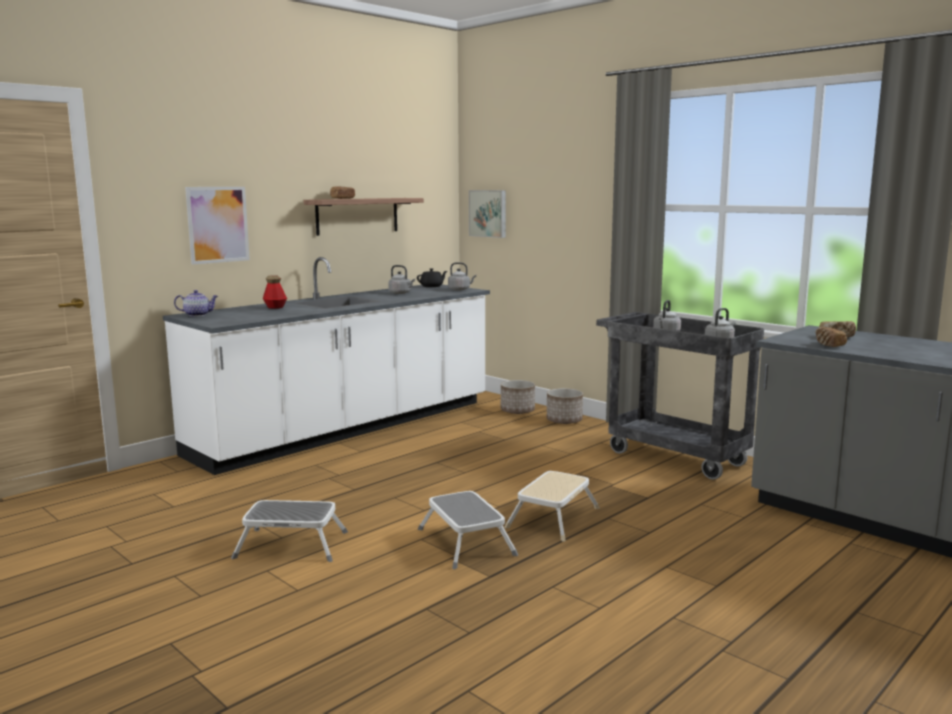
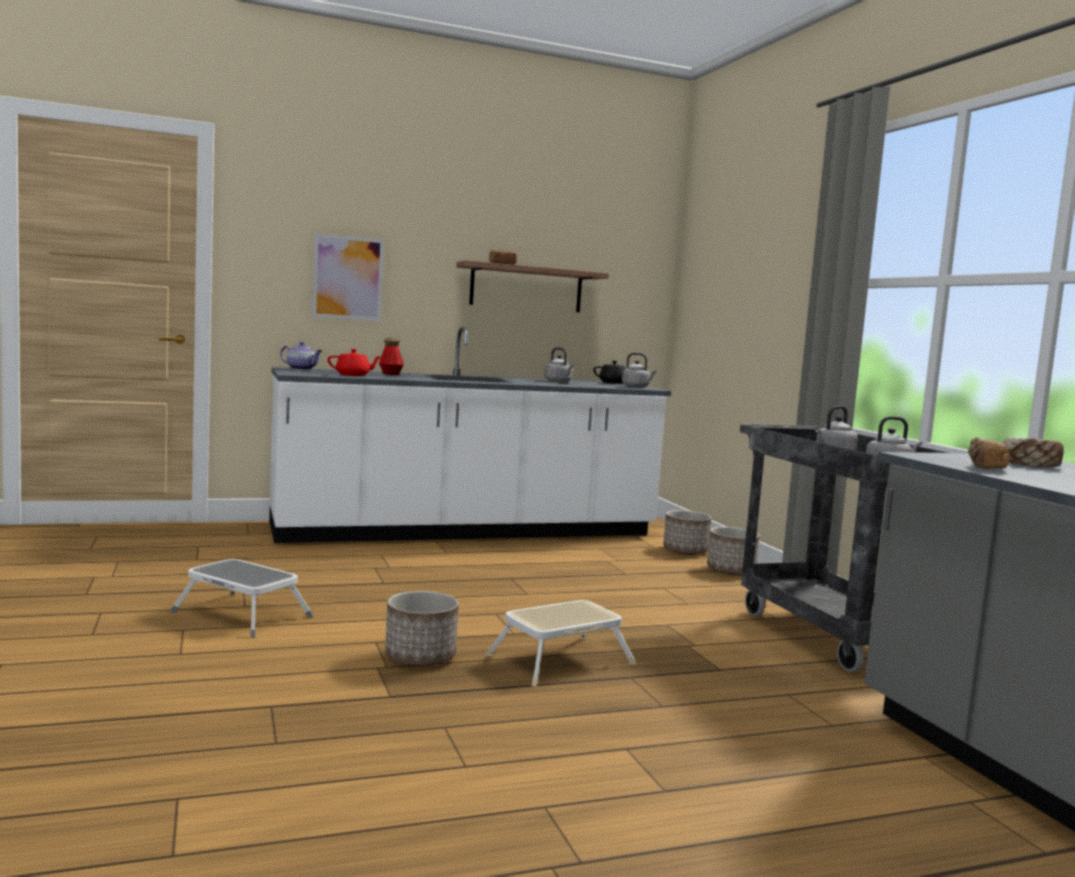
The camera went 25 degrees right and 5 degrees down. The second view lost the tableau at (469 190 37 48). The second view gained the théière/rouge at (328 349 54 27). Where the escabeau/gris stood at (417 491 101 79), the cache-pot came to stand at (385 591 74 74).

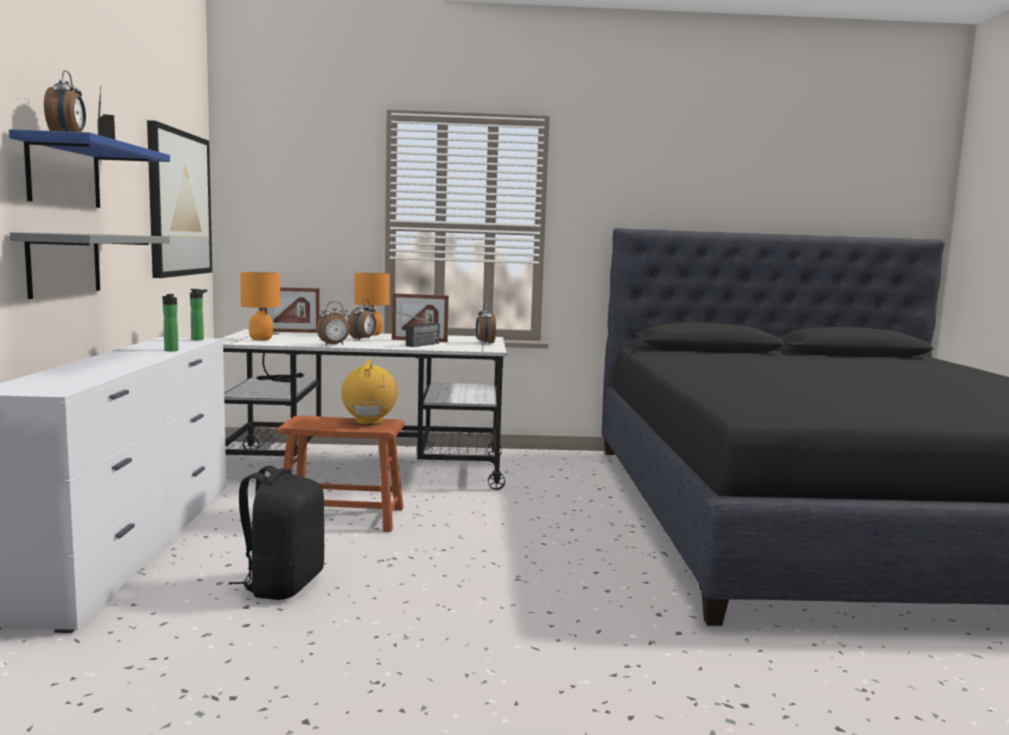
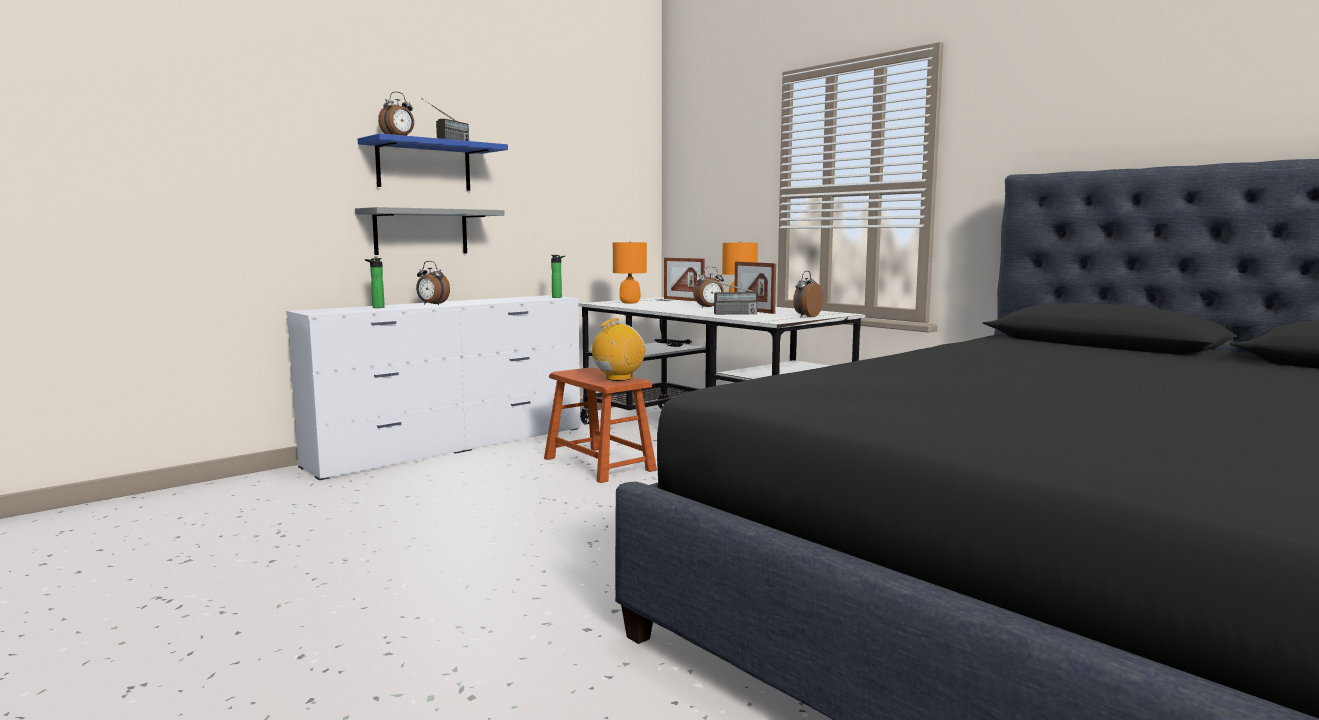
The camera went 50 degrees right and 0 degrees up. The second view lost the tableau at (147 120 65 158). The second view lost the sac à dos/noir at (228 466 97 134). The bouteille ended up elsewhere, having gone from (162 294 17 57) to (365 258 20 50). The réveil ended up elsewhere, having gone from (316 302 34 43) to (416 261 34 44).

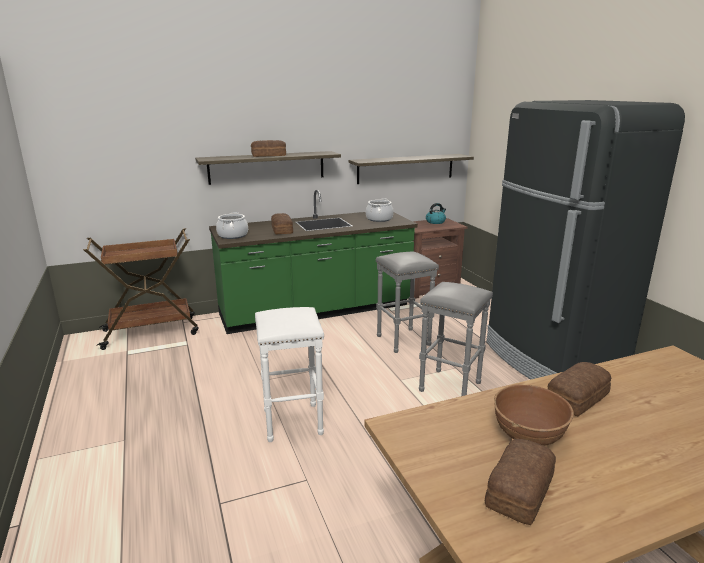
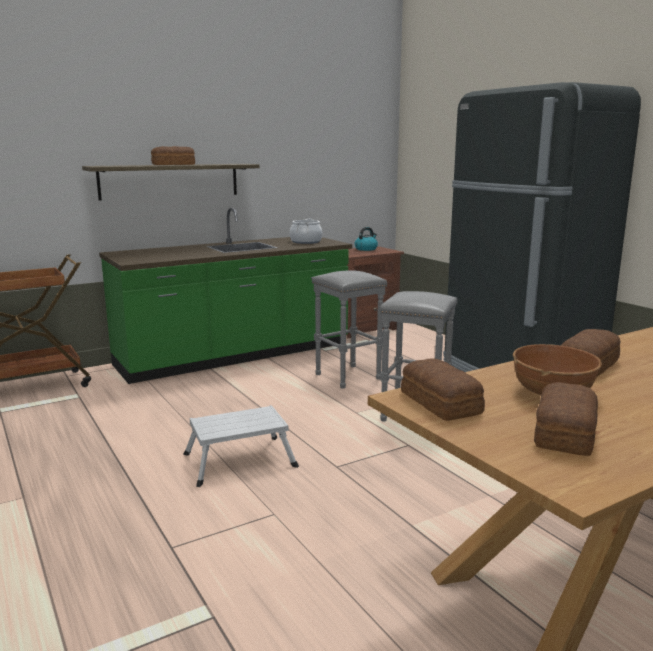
The camera went 10 degrees left and 5 degrees down. The second view lost the marmite at (216 212 32 27). The second view lost the étagère at (349 154 125 30). The pain ended up elsewhere, having gone from (271 213 22 21) to (401 358 84 63). Where the tabouret/blanc stood at (255 307 69 135), the escabeau/blanc came to stand at (183 405 116 82).

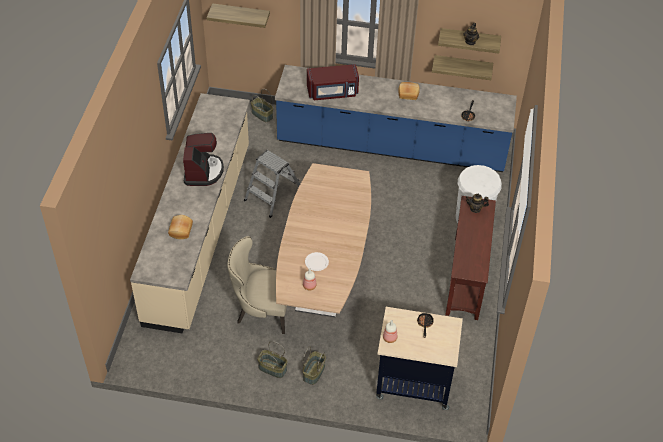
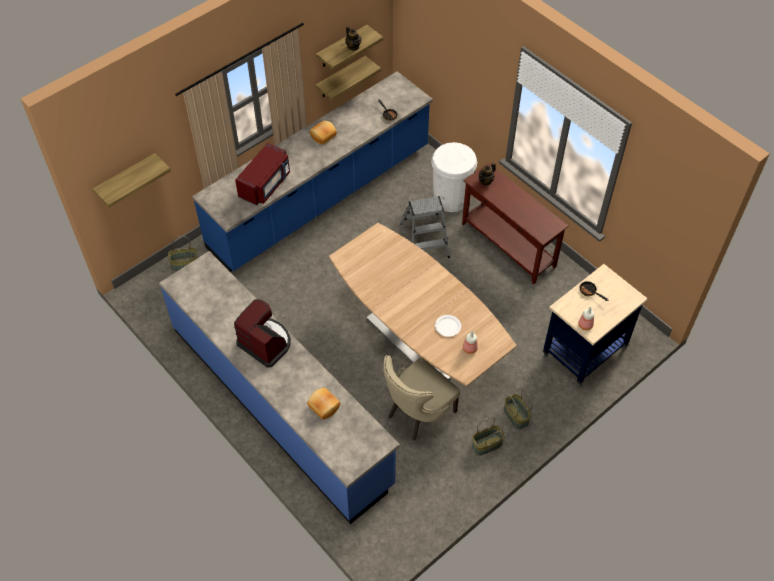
The camera went 50 degrees left and 5 degrees up. The escabeau/gris ended up elsewhere, having gone from (244 149 56 69) to (400 196 50 62). What was the comptoir de cuisine/beige at (130 93 120 240) turned into the comptoir de cuisine/bleu at (159 251 241 273).

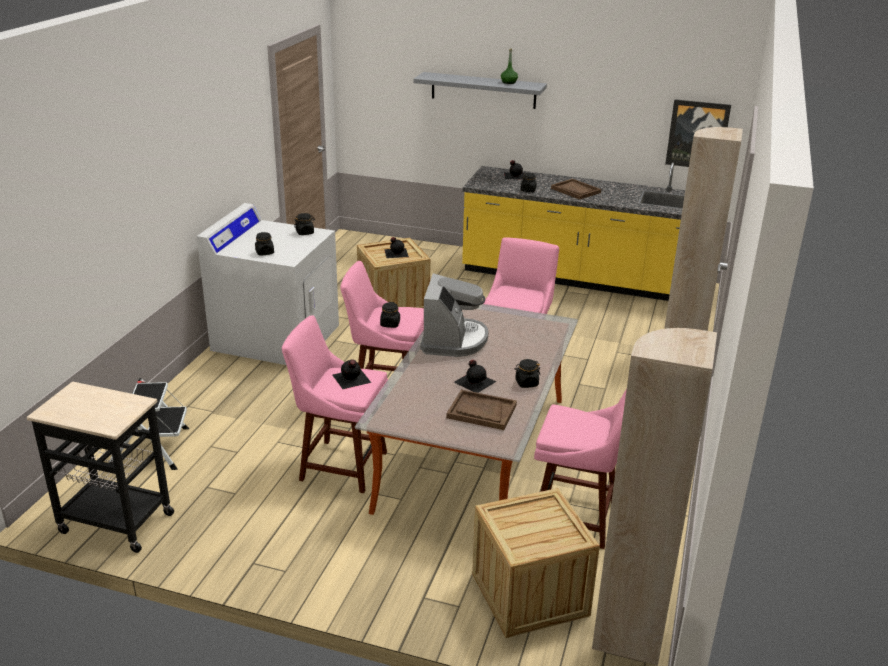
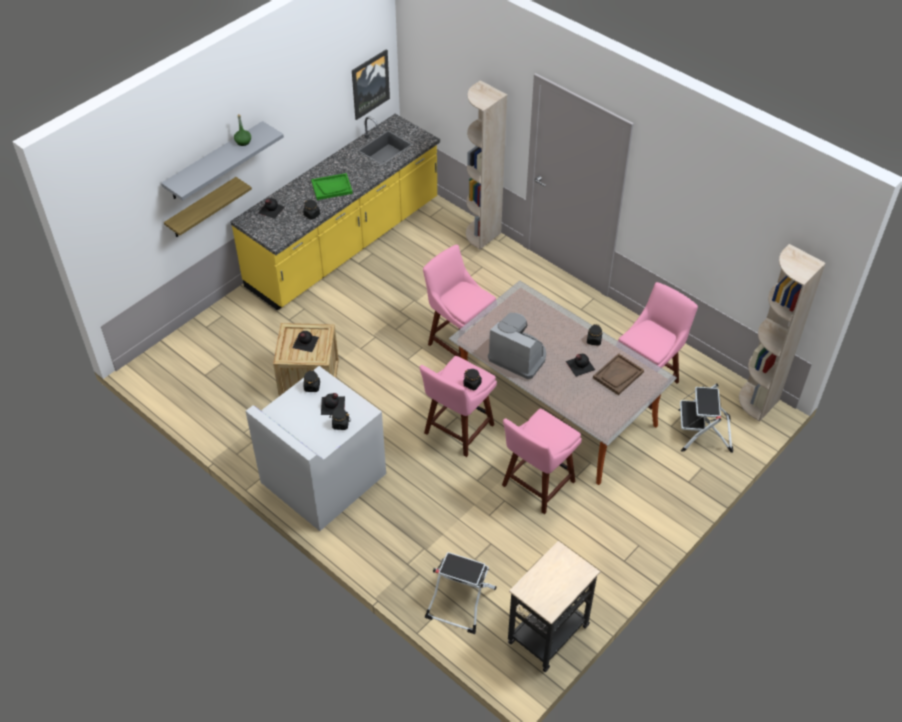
The camera went 65 degrees left and 20 degrees up. The second view gained the étagère at (164 177 88 60). The bouteille/noir ended up elsewhere, having gone from (332 360 39 29) to (321 393 24 22). Where the caisse stood at (472 488 128 150), the escabeau came to stand at (679 383 54 70). What was the plateau/marron at (551 179 50 21) turned into the plateau/vert at (311 173 42 27).

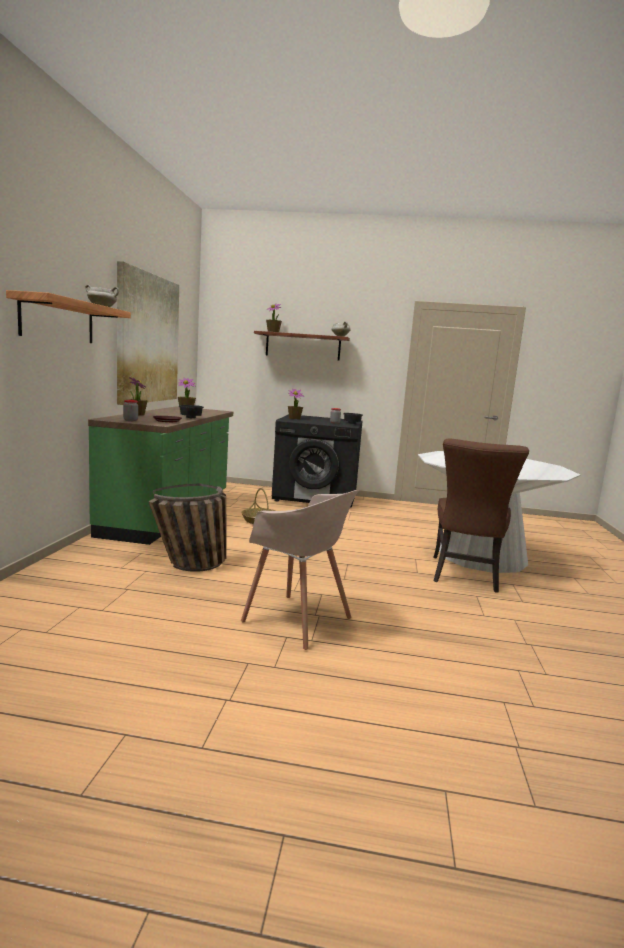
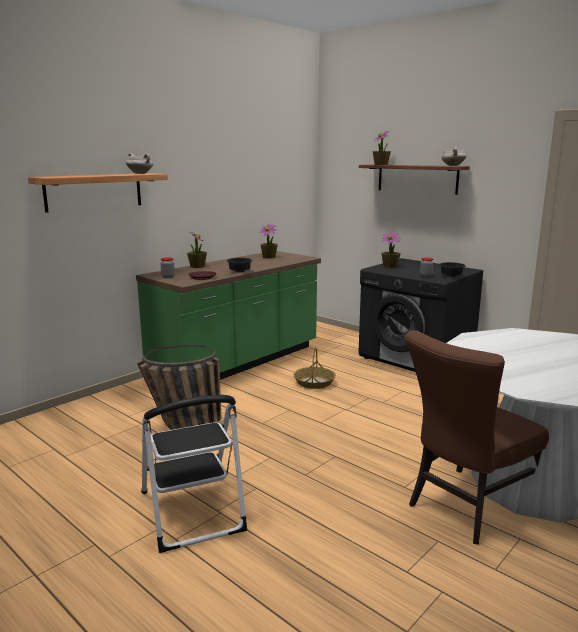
The camera went 35 degrees right and 5 degrees up. The second view lost the tableau at (117 261 62 144). Where the chaise/beige stood at (241 490 118 160), the escabeau came to stand at (141 395 106 158).

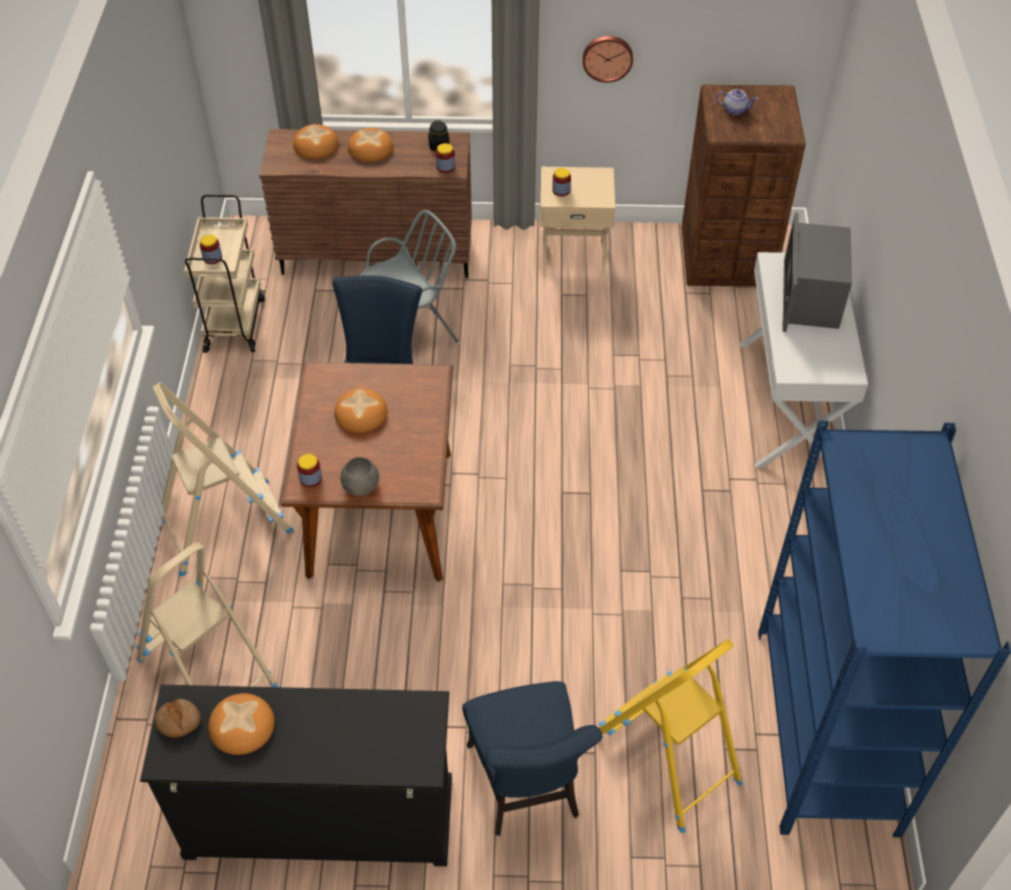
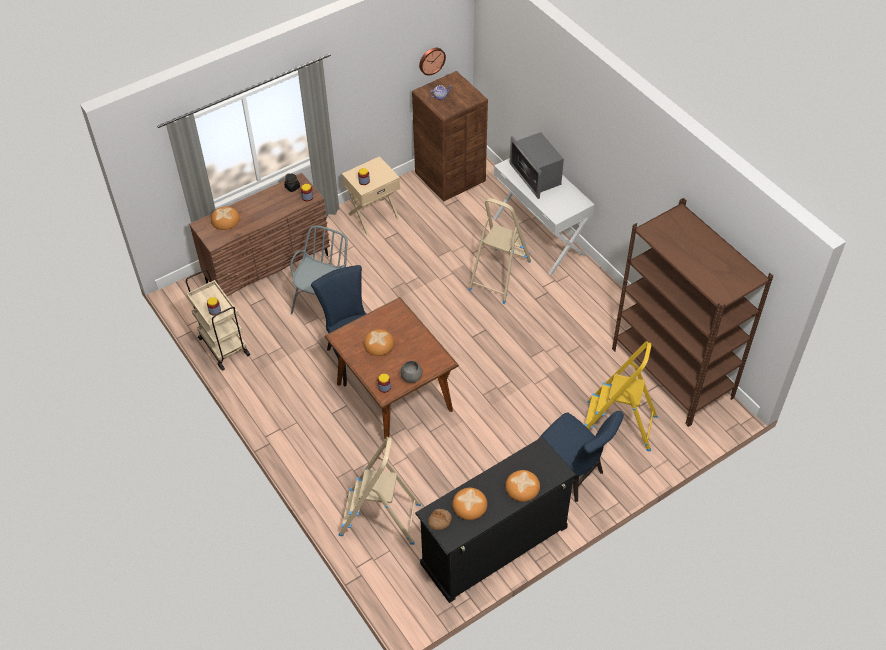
The camera went 35 degrees left and 0 degrees up. The escabeau/beige ended up elsewhere, having gone from (153 382 140 194) to (469 198 62 106). The pain ended up elsewhere, having gone from (348 128 45 34) to (505 470 35 32). The horloge murale ended up elsewhere, having gone from (583 36 50 47) to (419 48 27 27). What was the bibliothèque/bleu at (758 420 253 417) turned into the bibliothèque/marron at (612 198 161 229).

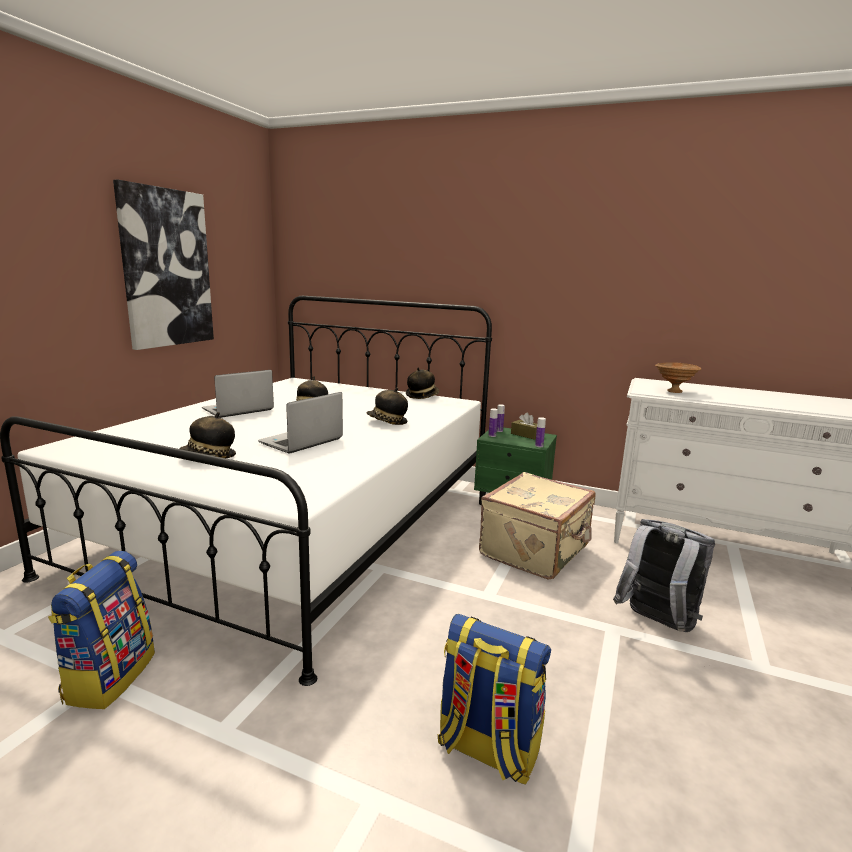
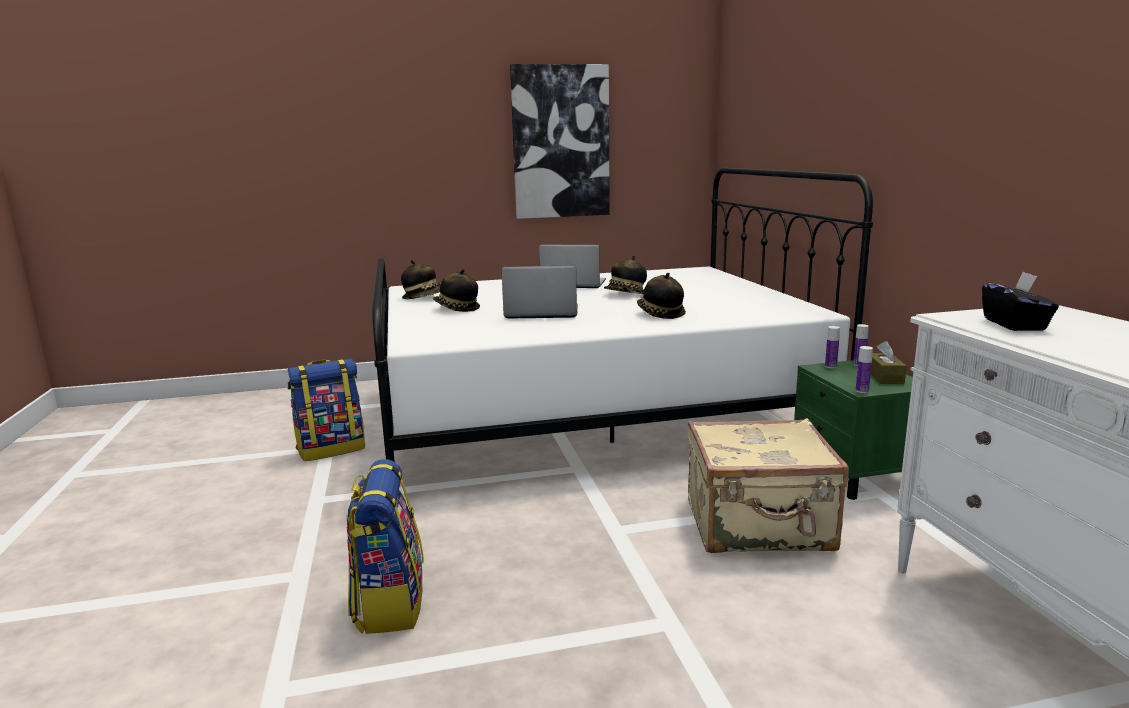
The camera went 55 degrees right and 0 degrees up. The second view lost the sac à dos/gris at (613 519 102 113). The chapeau ended up elsewhere, having gone from (406 368 33 31) to (401 260 40 39). Where the bol/marron stood at (655 362 46 31), the boîte à mouchoirs/noir came to stand at (982 271 77 60).

